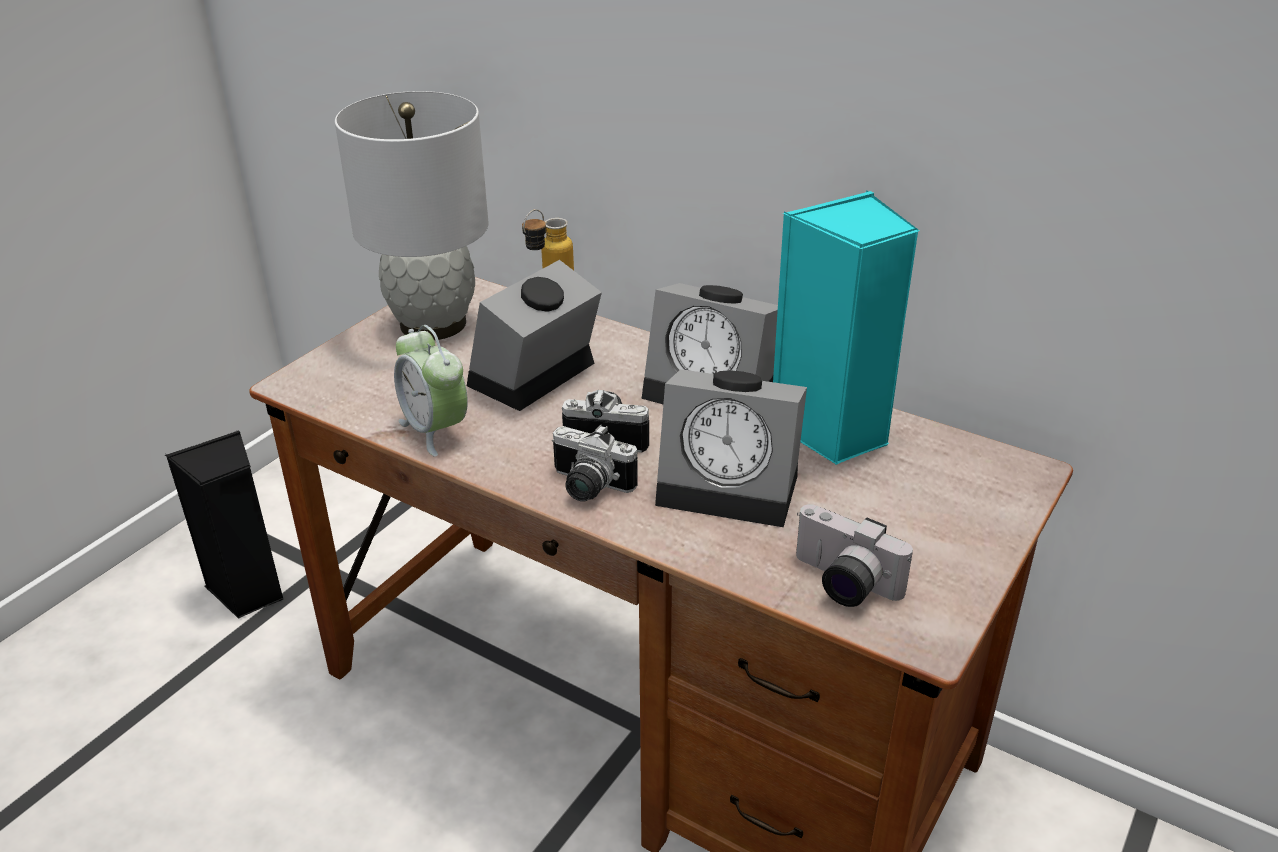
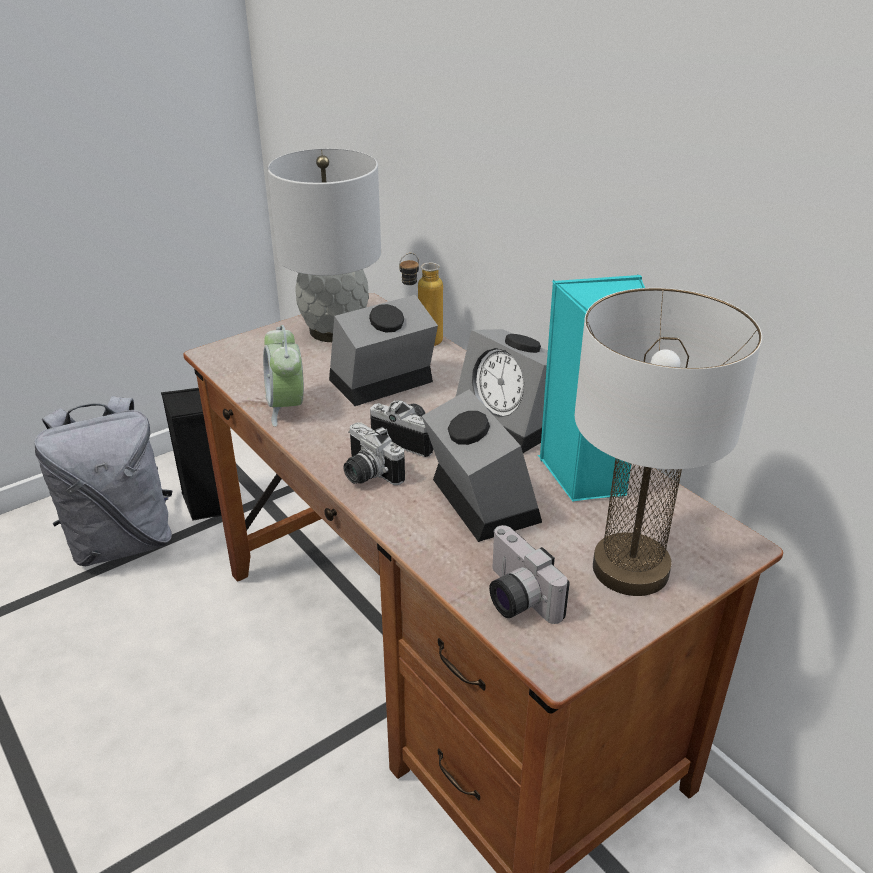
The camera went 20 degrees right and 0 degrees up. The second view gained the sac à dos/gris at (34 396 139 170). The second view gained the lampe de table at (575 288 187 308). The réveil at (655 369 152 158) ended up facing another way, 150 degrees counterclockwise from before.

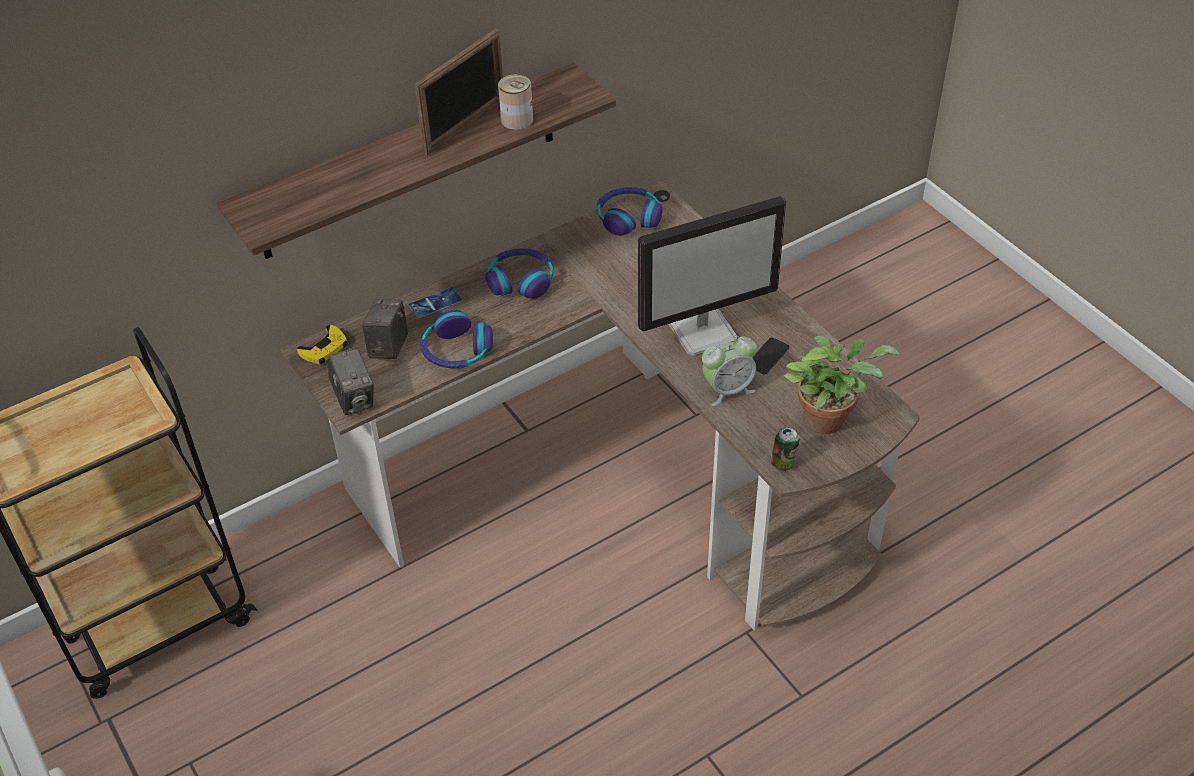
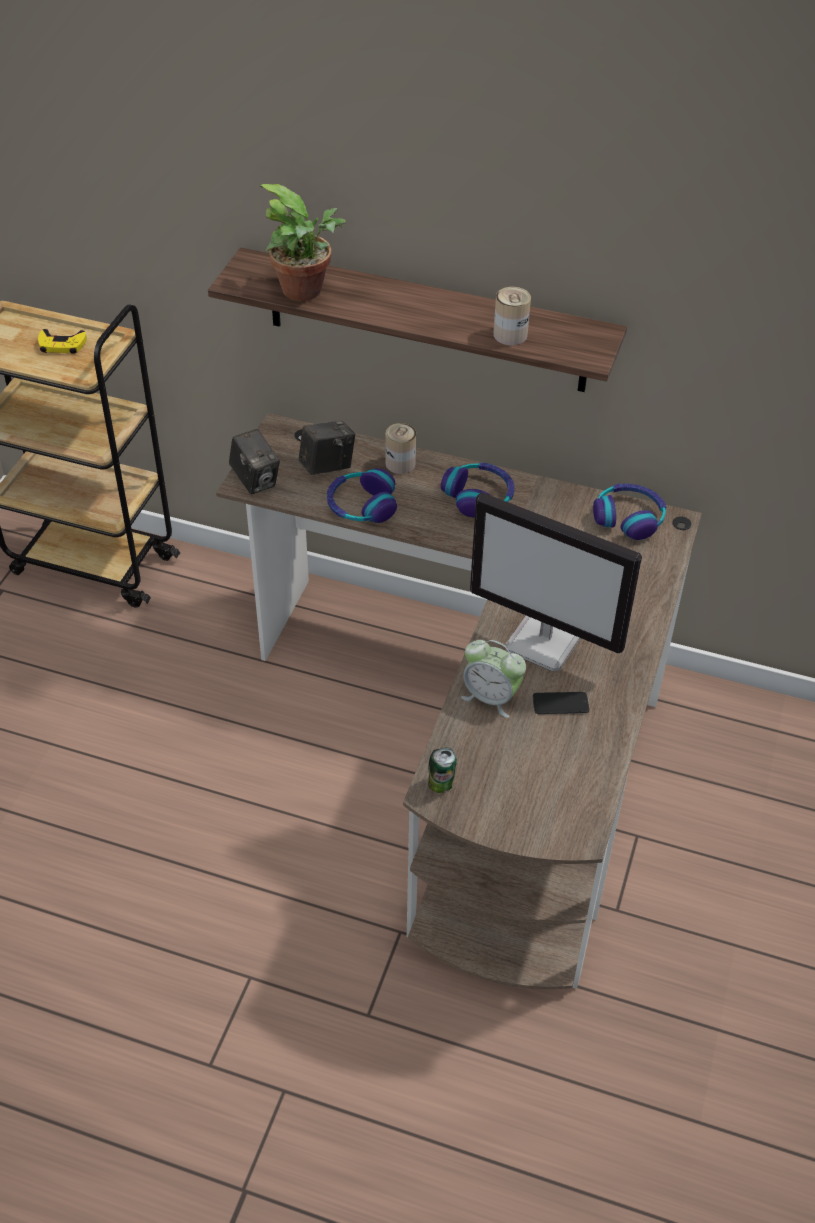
The camera went 50 degrees right and 0 degrees up. The second view lost the cadre photo at (414 29 89 126). The manette/jaune ended up elsewhere, having gone from (297 325 51 39) to (38 329 49 25). The plante en pot ended up elsewhere, having gone from (783 335 116 99) to (258 184 88 117). Where the téléphone stood at (409 287 54 32), the boîte métallique came to stand at (386 423 30 51). The appareil photo at (328 348 46 67) ended up facing another way, 60 degrees counterclockwise from before.

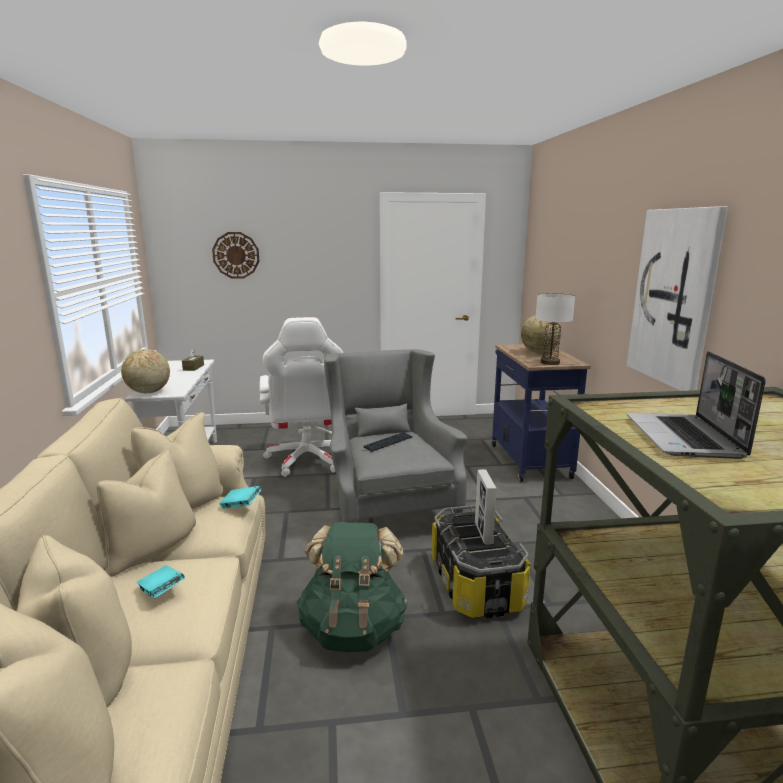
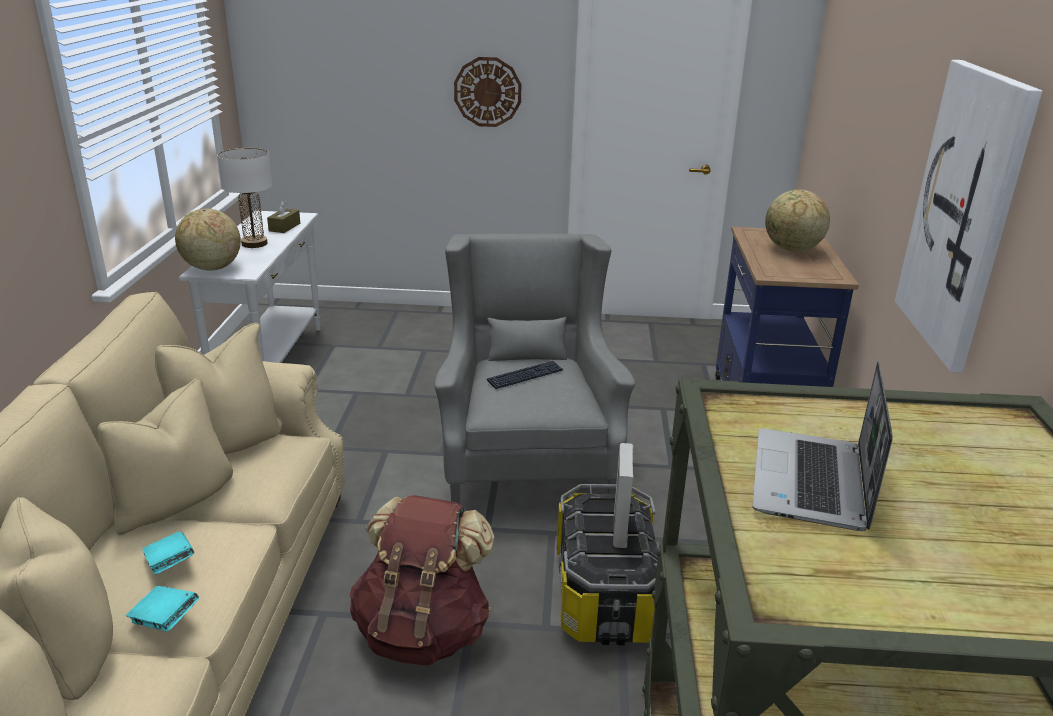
The camera went 10 degrees right and 10 degrees up. The second view lost the chaise de bureau/blanc at (259 317 84 160). The horloge murale ended up elsewhere, having gone from (212 232 48 47) to (454 57 67 70). The livre/turquoise ended up elsewhere, having gone from (219 486 42 23) to (126 586 73 46). The lampe de table ended up elsewhere, having gone from (536 293 39 72) to (217 148 56 100). What was the sac à dos/vert at (297 522 110 130) turned into the sac à dos/marron at (350 495 144 171).

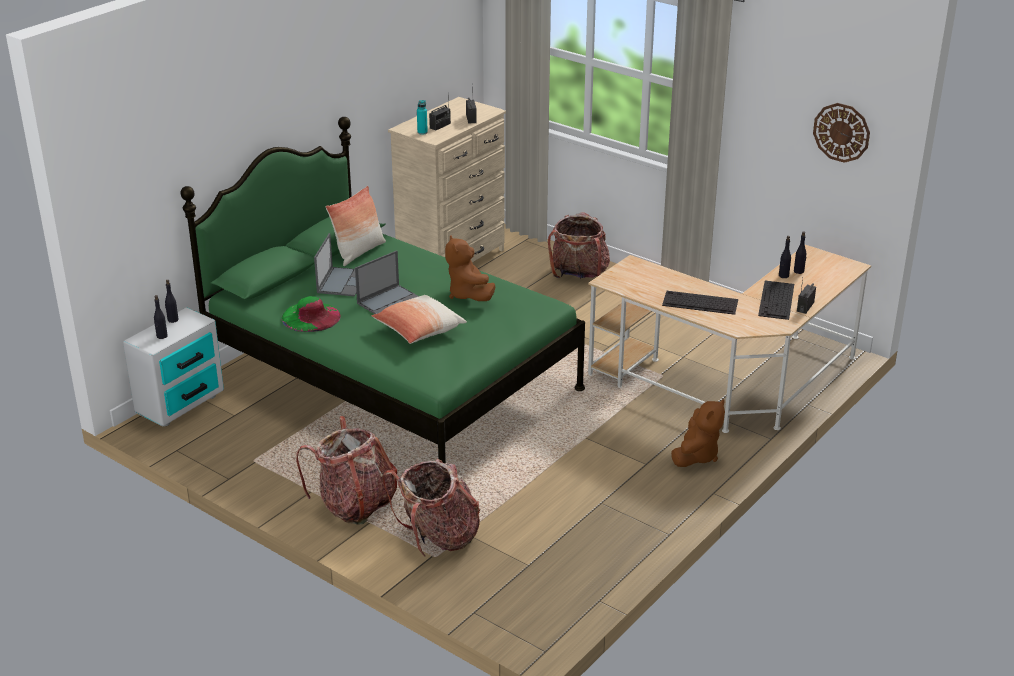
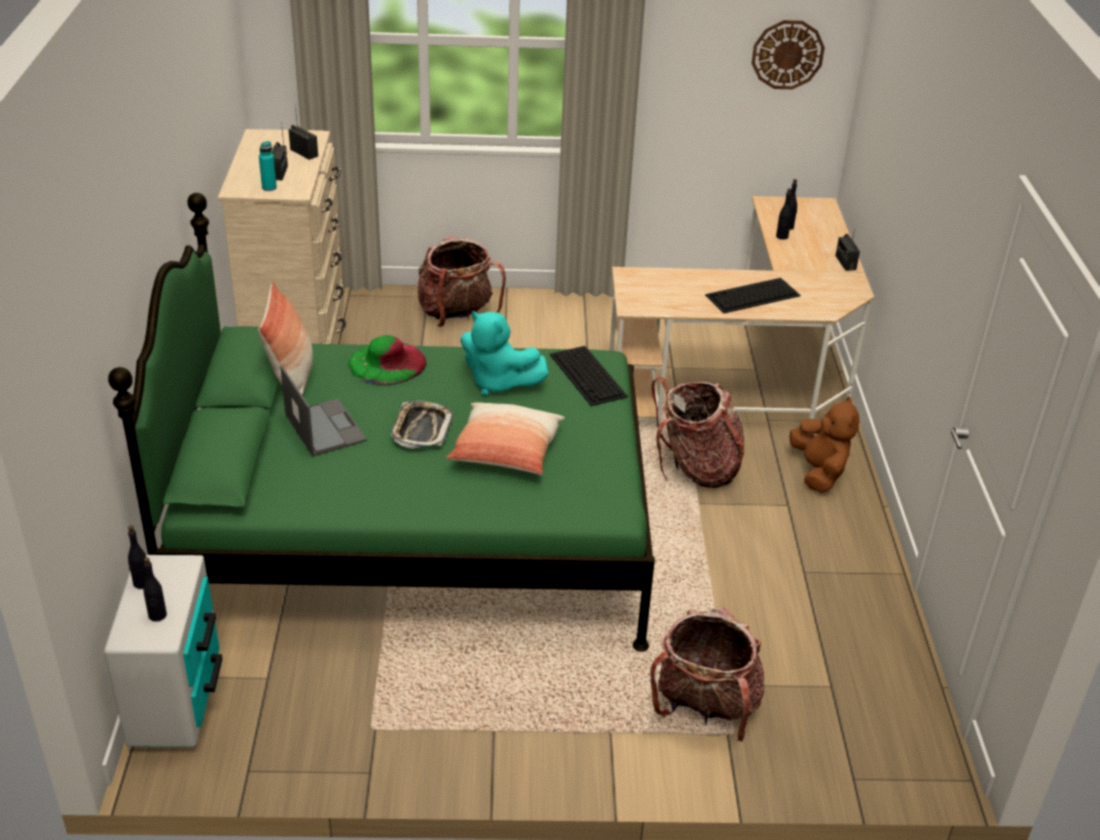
The camera went 40 degrees left and 5 degrees up. The chapeau/vert ended up elsewhere, having gone from (282 296 59 36) to (348 335 79 50). The sac à dos ended up elsewhere, having gone from (296 416 101 109) to (651 377 93 111). The clavier ended up elsewhere, having gone from (758 281 36 39) to (550 346 78 60). Where the ordinateur portable stood at (355 250 64 64), the plateau came to stand at (391 401 62 48). What was the peluche/marron at (445 235 50 66) turned into the peluche/turquoise at (460 311 89 85).

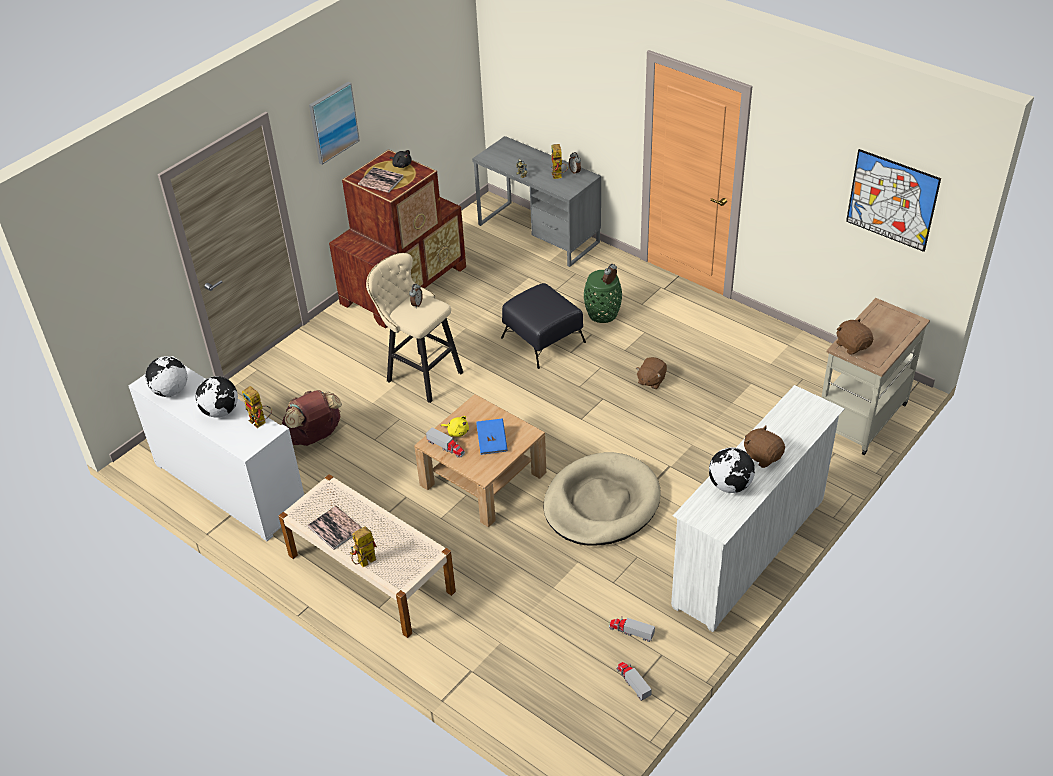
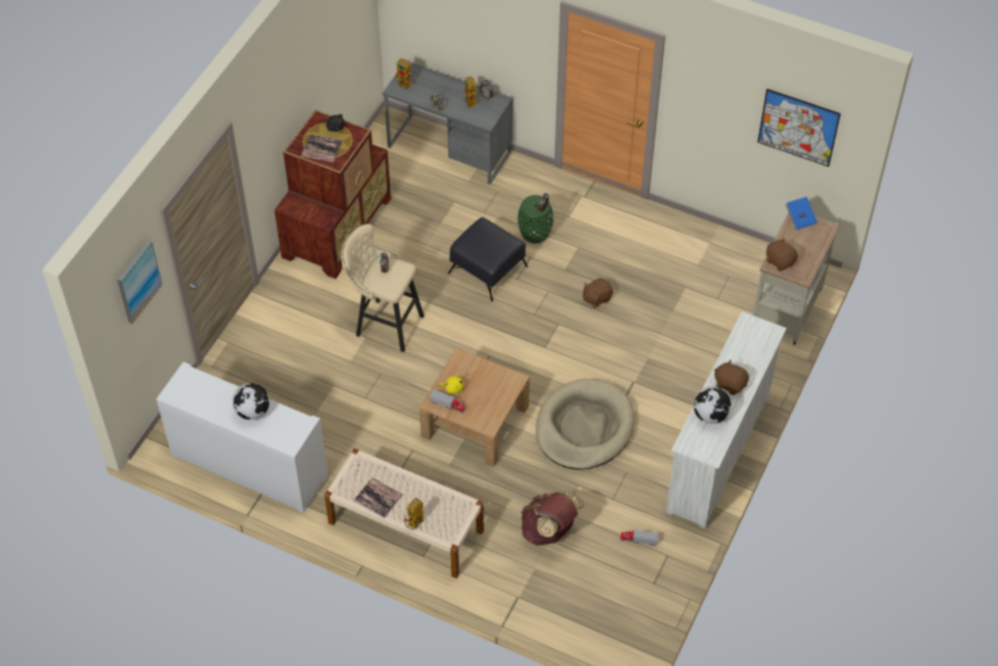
The camera went 15 degrees left and 10 degrees up. The second view lost the globe at (145 356 42 41). The second view lost the camion jouet at (616 662 36 39). The robot jouet ended up elsewhere, having gone from (242 386 30 42) to (395 58 23 31). The sac à dos/marron ended up elsewhere, having gone from (282 390 60 56) to (521 492 63 53). The tableau ended up elsewhere, having gone from (309 82 51 83) to (117 240 45 84). The livre/bleu ended up elsewhere, having gone from (476 419 32 36) to (786 197 31 33). The peluche/marron at (636 357 31 32) ended up facing another way, 45 degrees clockwise from before.

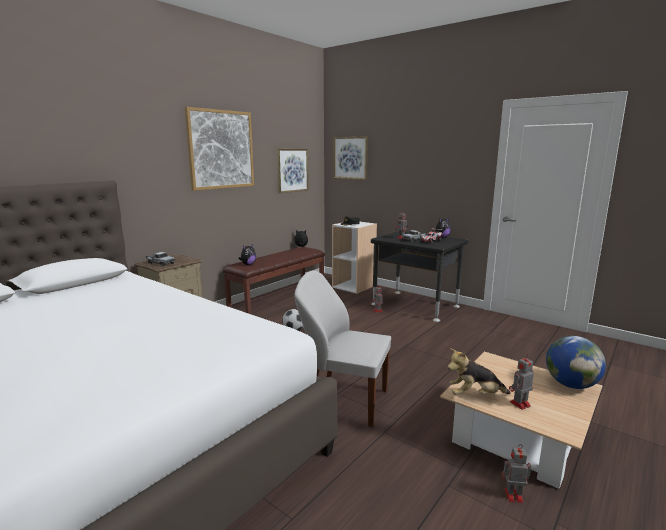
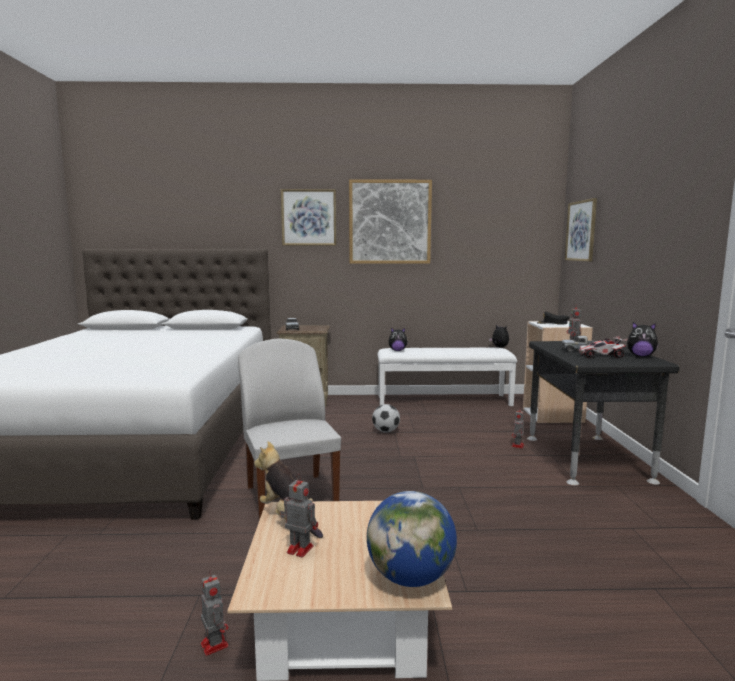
The camera went 50 degrees right and 5 degrees down. The tableau ended up elsewhere, having gone from (277 149 32 44) to (281 189 55 56). What was the banc/marron at (223 247 102 67) turned into the banc/blanc at (377 347 140 59).

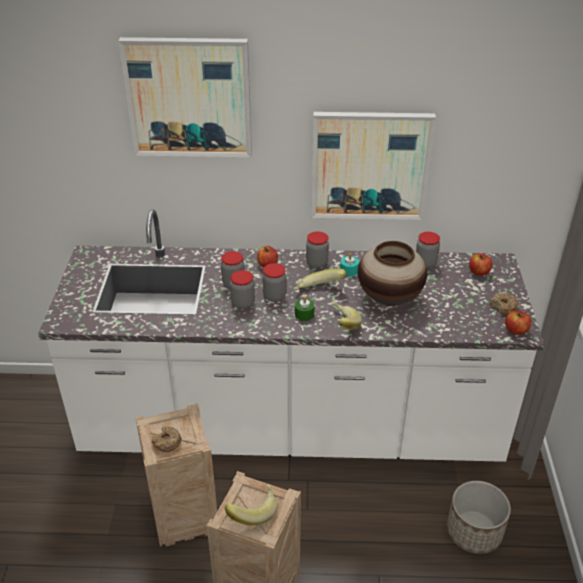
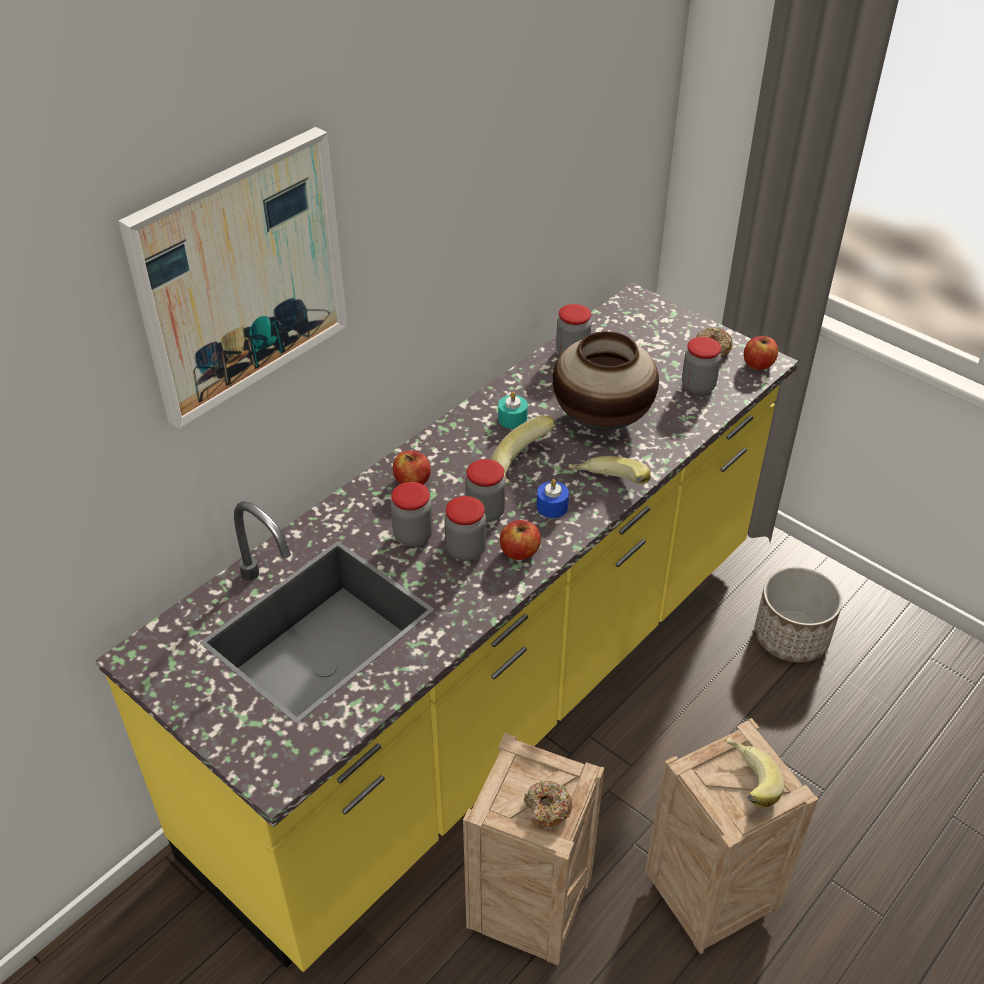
The camera went 50 degrees left and 5 degrees up. The second view lost the tableau at (311 112 125 108). The bocal ended up elsewhere, having gone from (306 231 23 37) to (682 337 39 58). The pomme ended up elsewhere, having gone from (469 253 23 23) to (500 520 41 40). What was the comptoir de cuisine/blanc at (38 209 506 253) turned into the comptoir de cuisine/jaune at (96 283 702 689). What was the bougie/vert at (295 296 20 25) turned into the bougie/bleu at (537 479 32 39).

